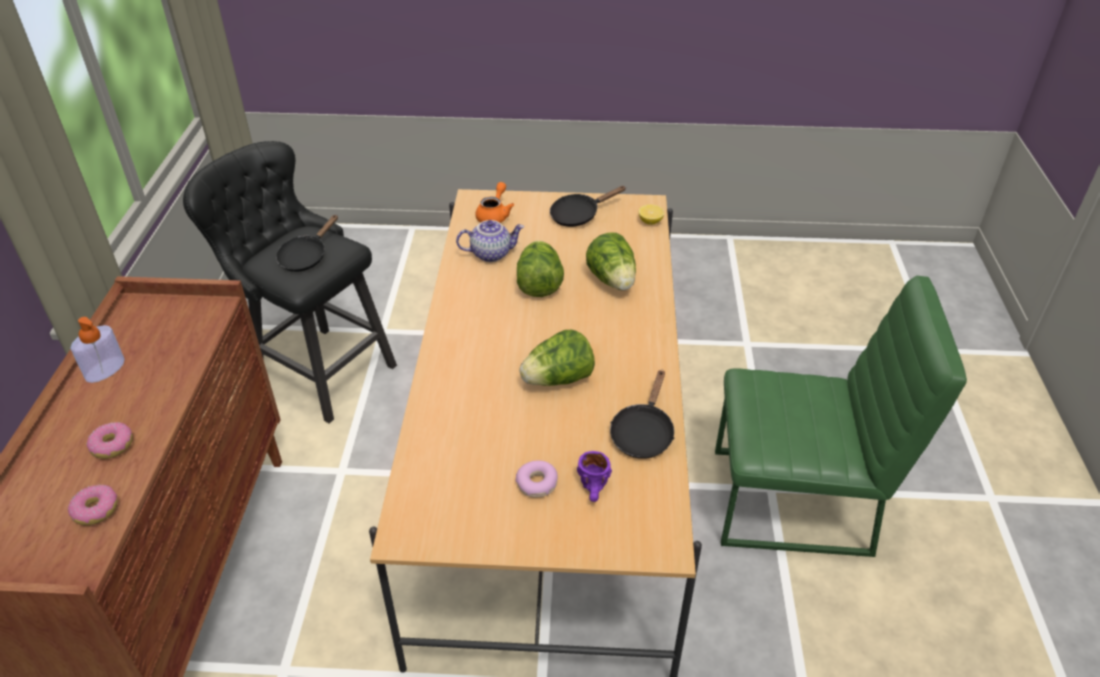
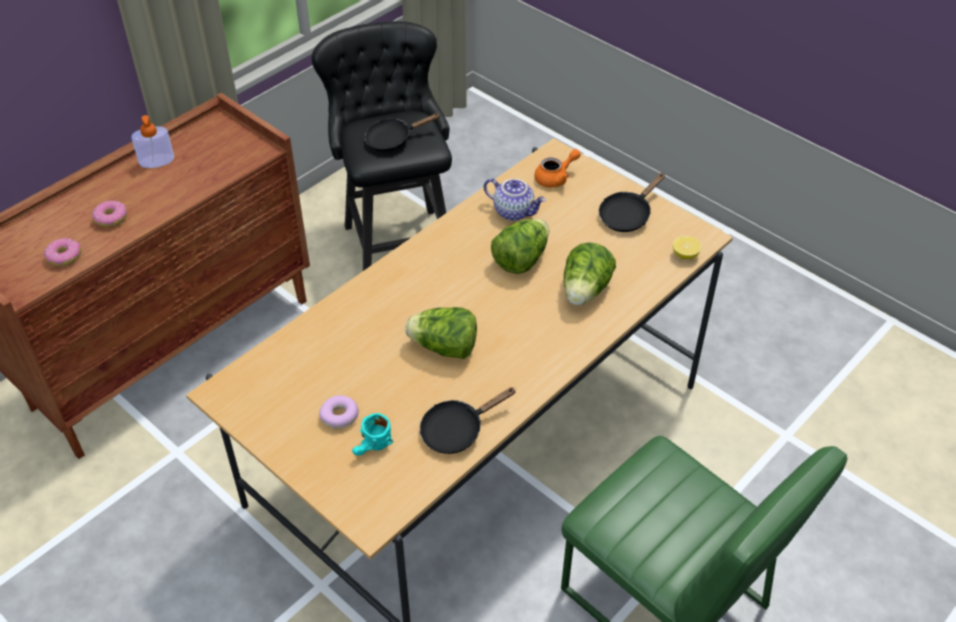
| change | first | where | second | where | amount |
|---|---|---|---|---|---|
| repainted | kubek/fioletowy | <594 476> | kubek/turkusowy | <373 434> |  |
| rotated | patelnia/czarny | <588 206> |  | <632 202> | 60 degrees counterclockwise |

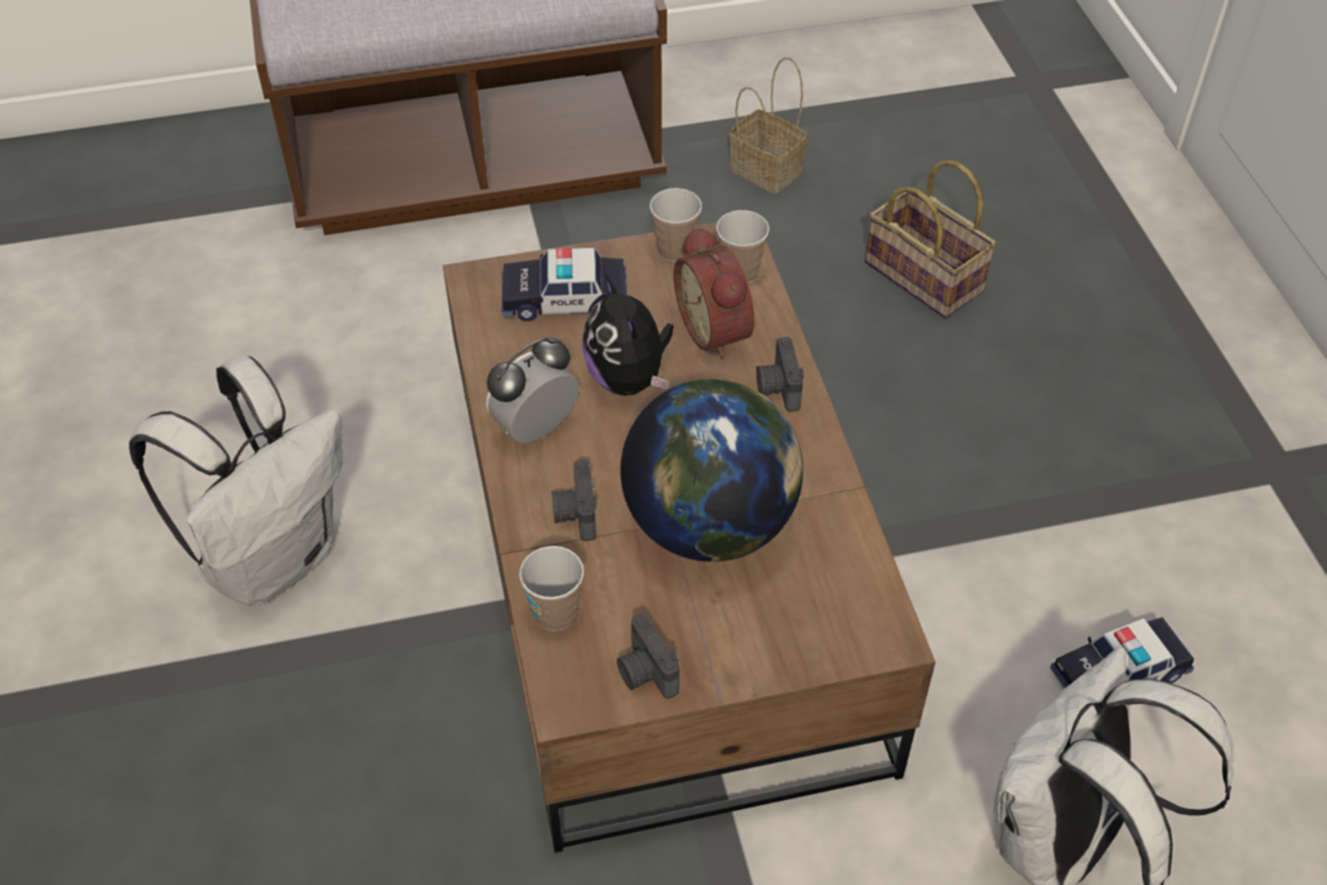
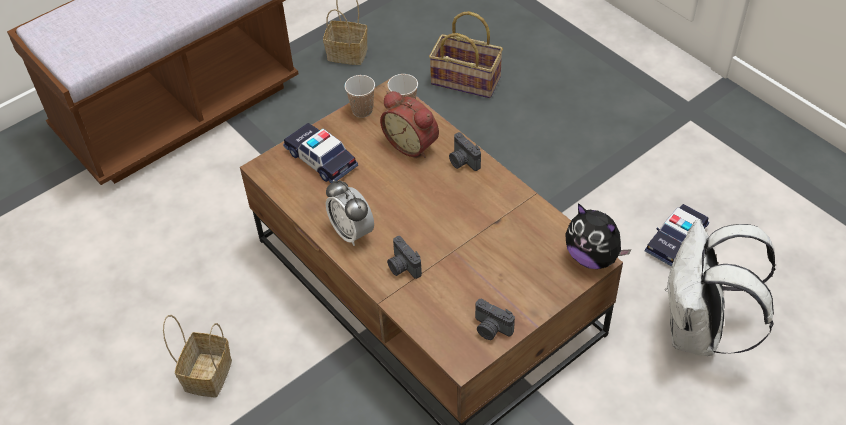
| change | first | where | second | where | amount |
|---|---|---|---|---|---|
| swapped | plecak/biały | <236 481> | koszyk | <197 356> |  |
| rotated | samochodzik | <564 284> |  | <320 153> | 75 degrees clockwise |
| rotated | budzik | <532 390> |  | <350 213> | 60 degrees counterclockwise |
| shifted | pluszak | <628 335> |  | <598 236> |  |
| gone | filiżanka | <551 588> |  |  |  |
| gone | globus | <711 470> |  |  |  |

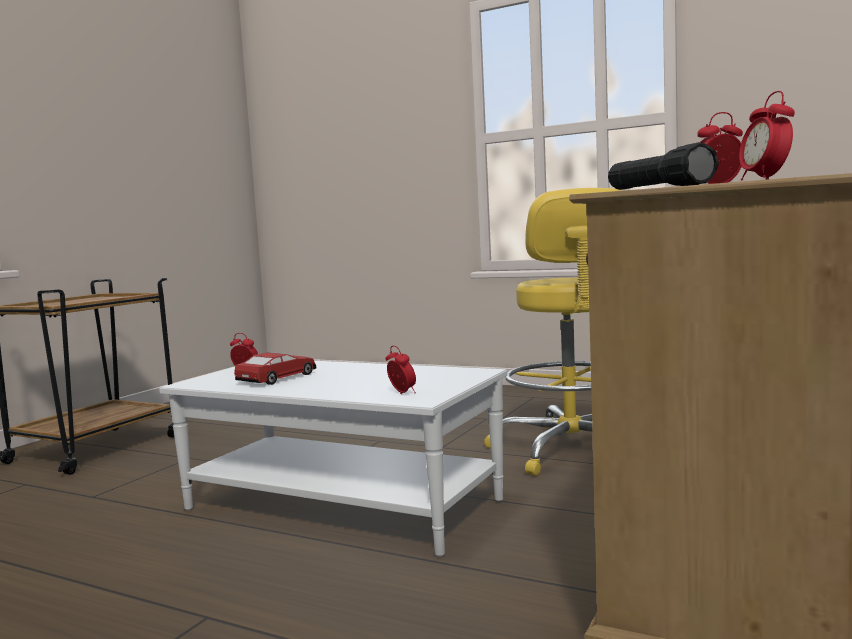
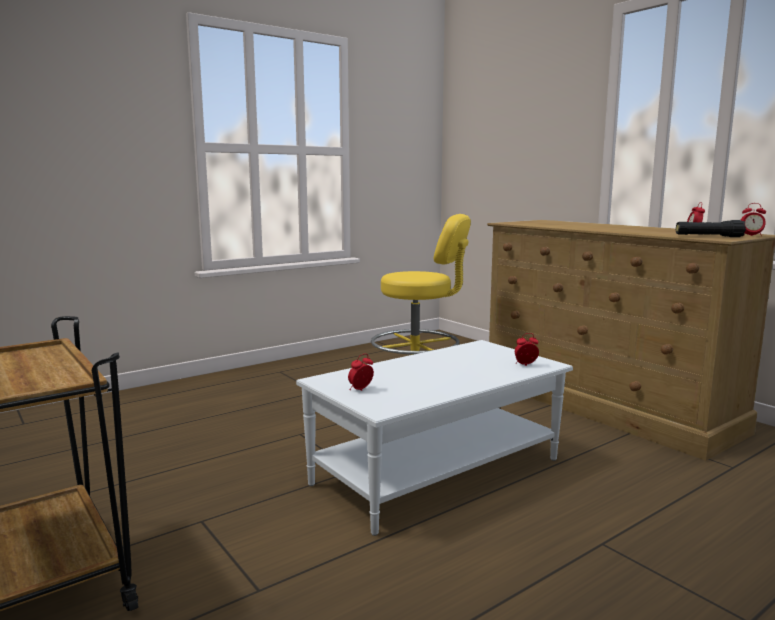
| change | first | where | second | where | amount |
|---|---|---|---|---|---|
| gone | samochodzik | <275 368> |  |  |  |

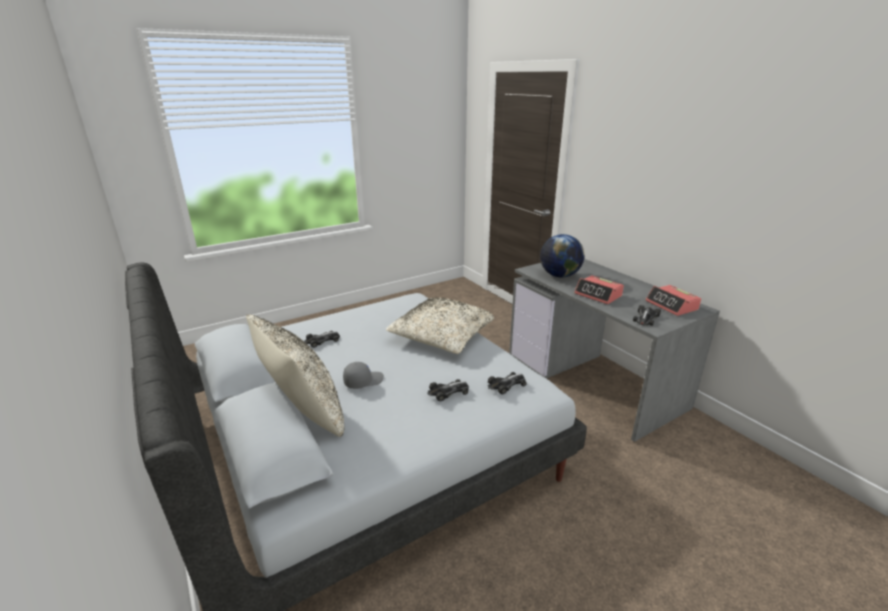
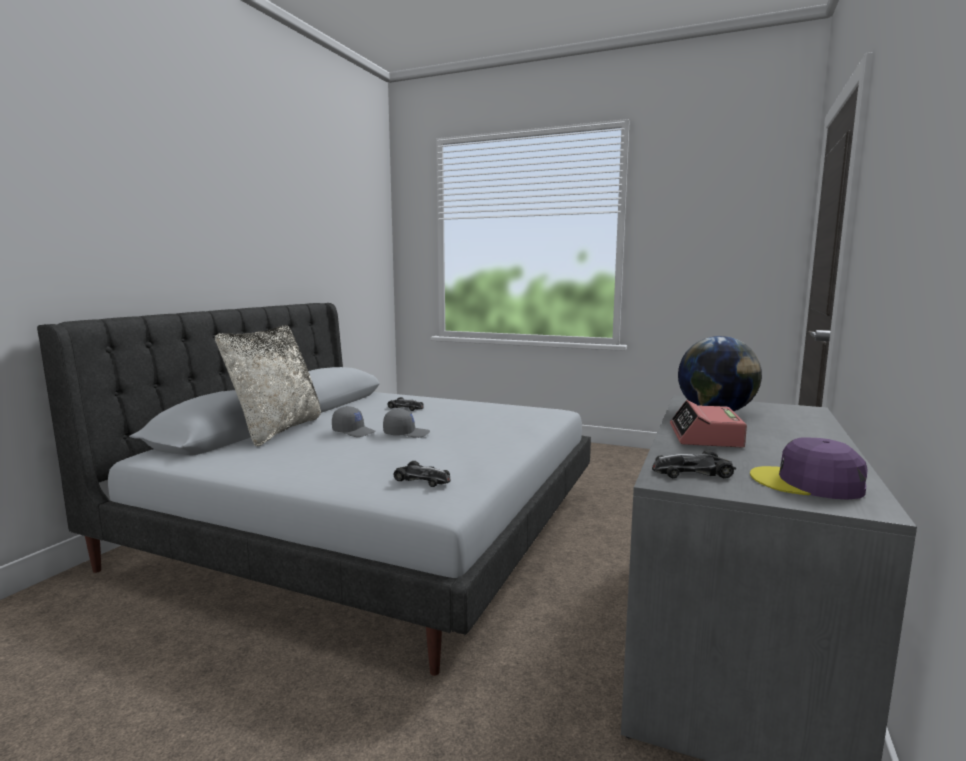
| change | first | where | second | where | amount |
|---|---|---|---|---|---|
| new |  |  | czapka z daszkiem/szary | <406 423> |  |
| swapped | budzik | <673 300> | czapka z daszkiem/fioletowy | <809 469> |  |
| gone | poduszka/beżowy | <440 325> |  |  |  |
| gone | samochodzik | <448 390> |  |  |  |

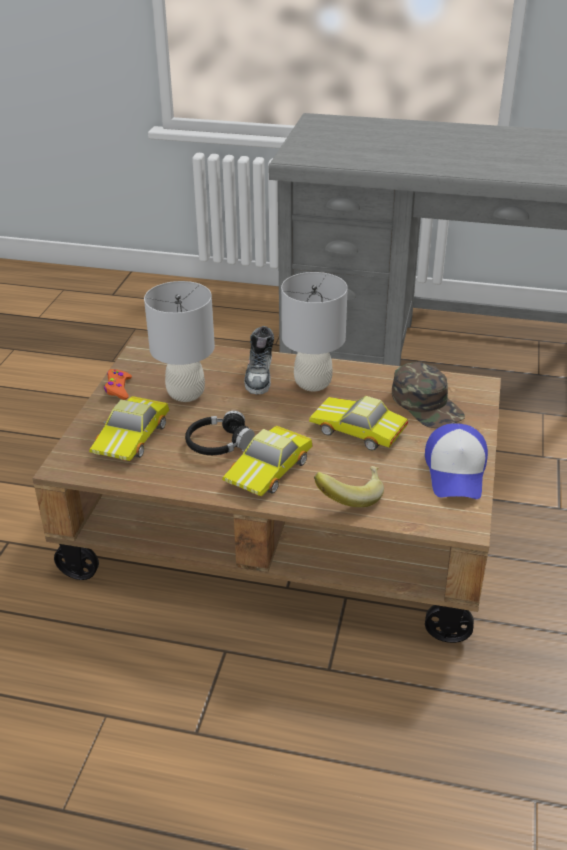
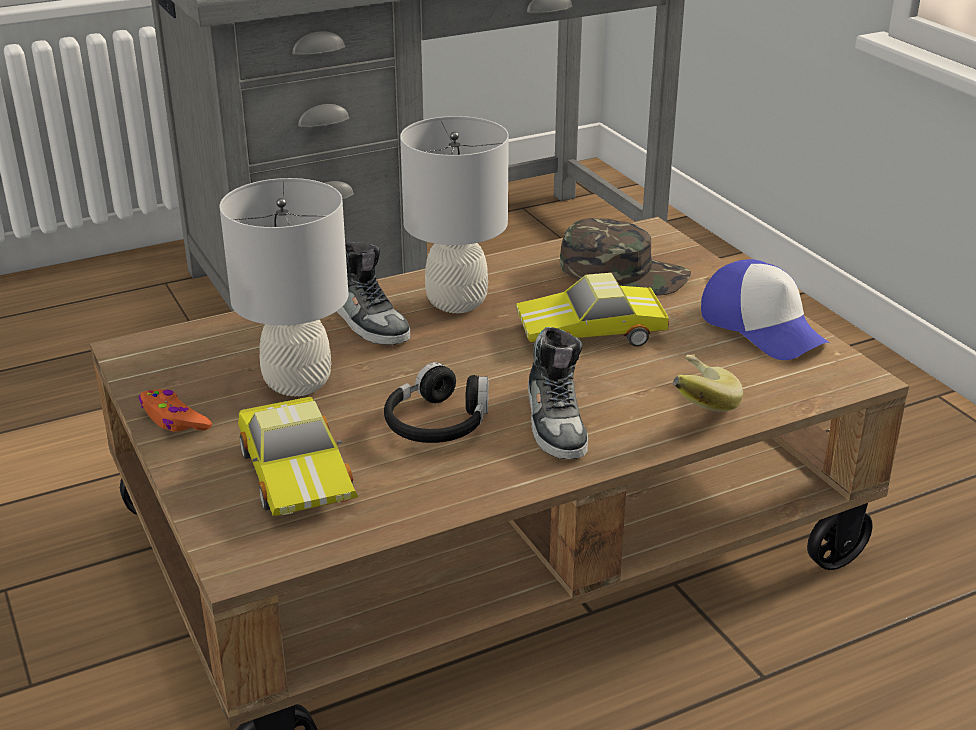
| change | first | where | second | where | amount |
|---|---|---|---|---|---|
| swapped | samochodzik | <267 461> | but | <558 393> |  |

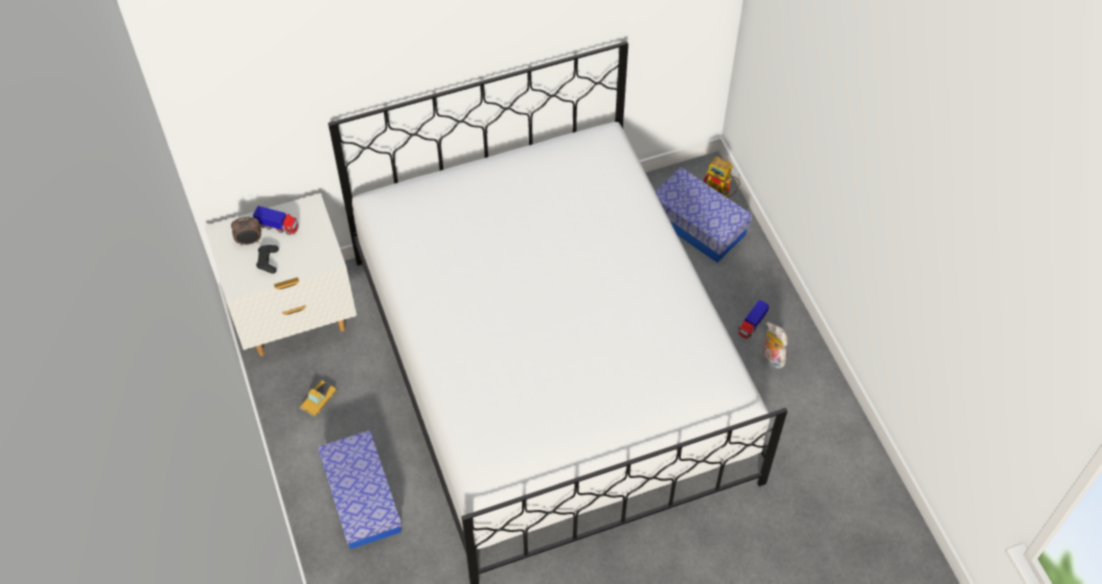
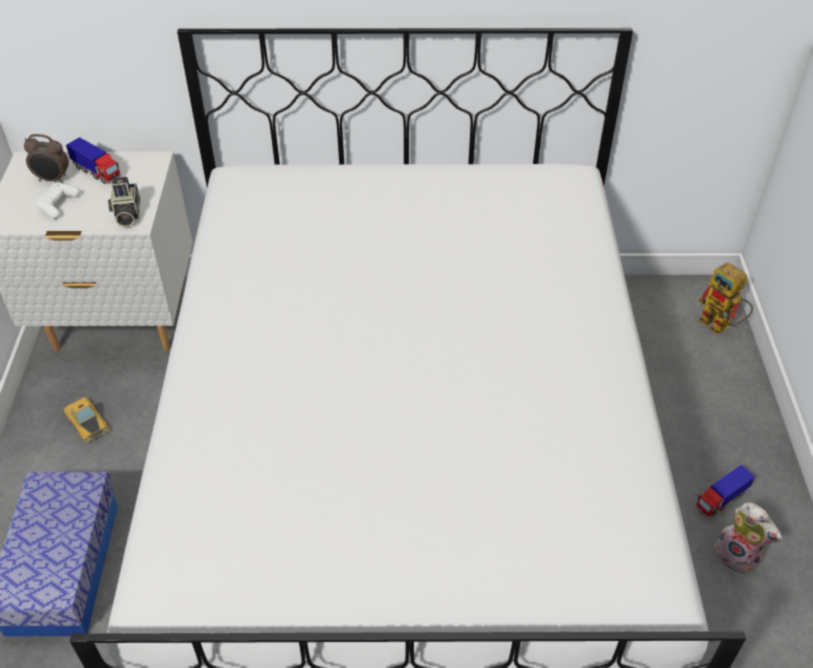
| change | first | where | second | where | amount |
|---|---|---|---|---|---|
| repainted | pad do gier/czarny | <267 259> | pad do gier/biały | <58 201> |  |
| rotated | samochodzik | <318 398> |  | <87 420> | 90 degrees clockwise |
| new |  |  | aparat fotograficzny | <124 202> |  |
| rotated | pluszak | <775 345> |  | <748 538> | 150 degrees clockwise |
| gone | pojemnik do przechowywania | <703 215> |  |  |  |

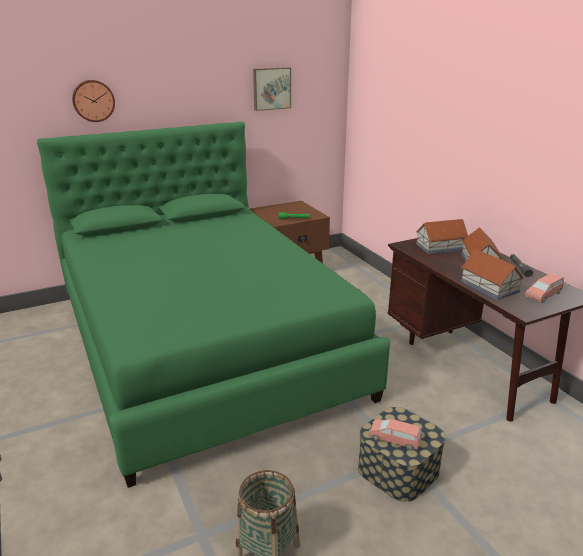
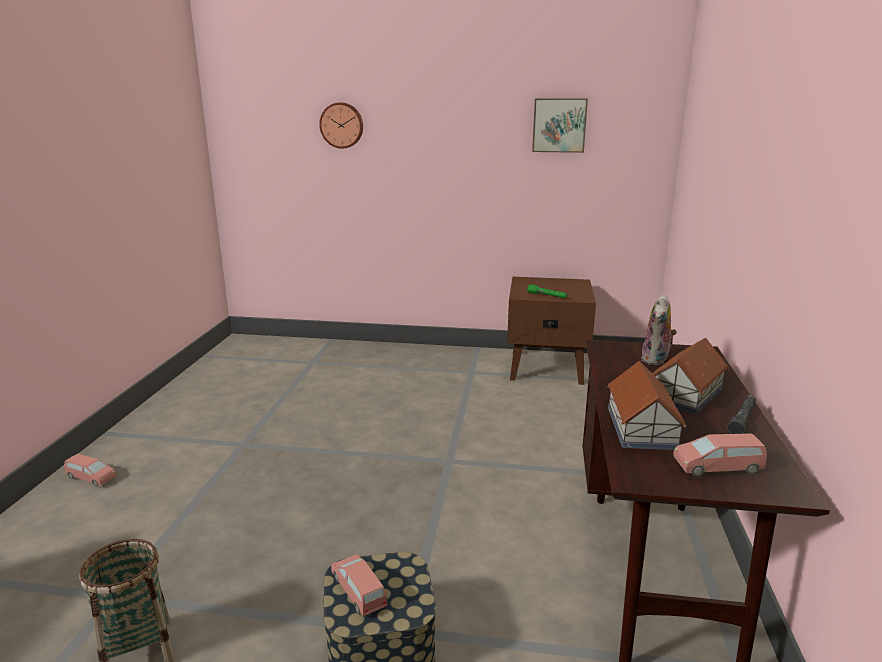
| change | first | where | second | where | amount |
|---|---|---|---|---|---|
| new |  |  | samochodzik/różowy | <90 470> |  |
| swapped | domek | <442 236> | pluszak | <659 329> |  |
| gone | łóżko/zielony | <213 305> |  |  |  |

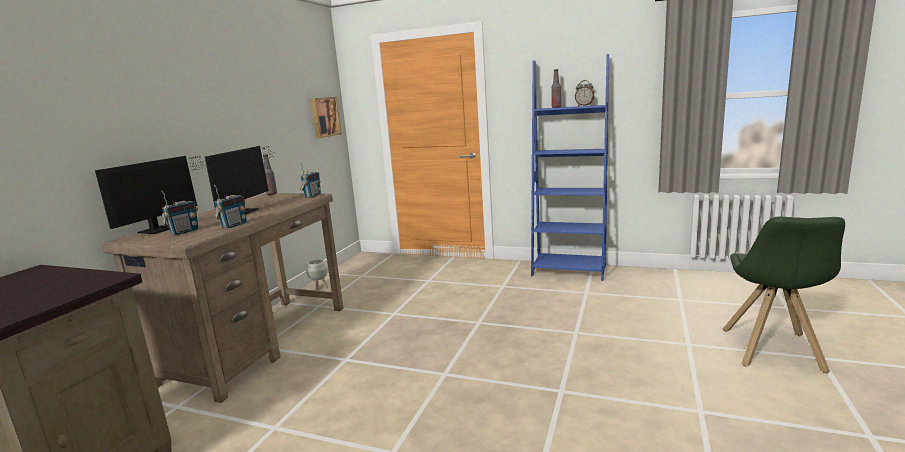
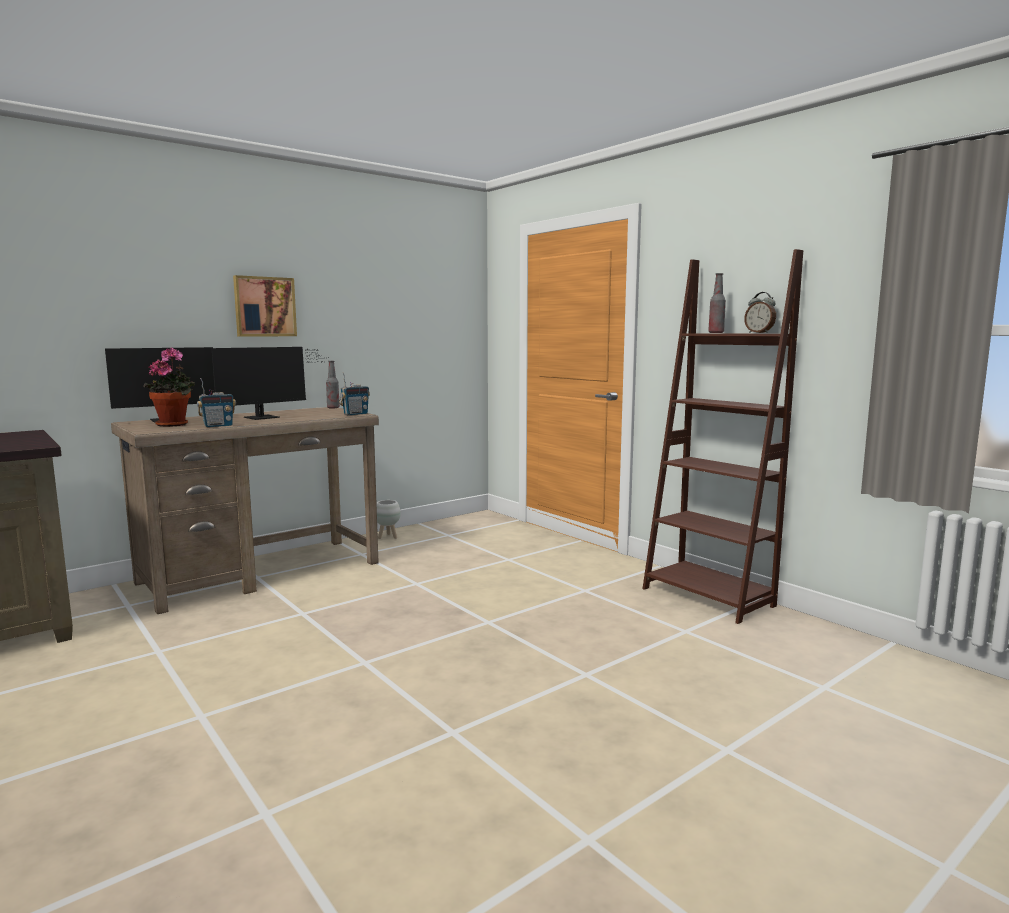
| change | first | where | second | where | amount |
|---|---|---|---|---|---|
| swapped | radio | <179 213> | roślina doniczkowa | <169 387> |  |
| shifted | obraz | <326 117> |  | <265 306> |  |
| repainted | regał/niebieski | <570 167> | regał/brązowy | <722 436> |  |
| gone | krzesło/zielony | <783 295> |  |  |  |

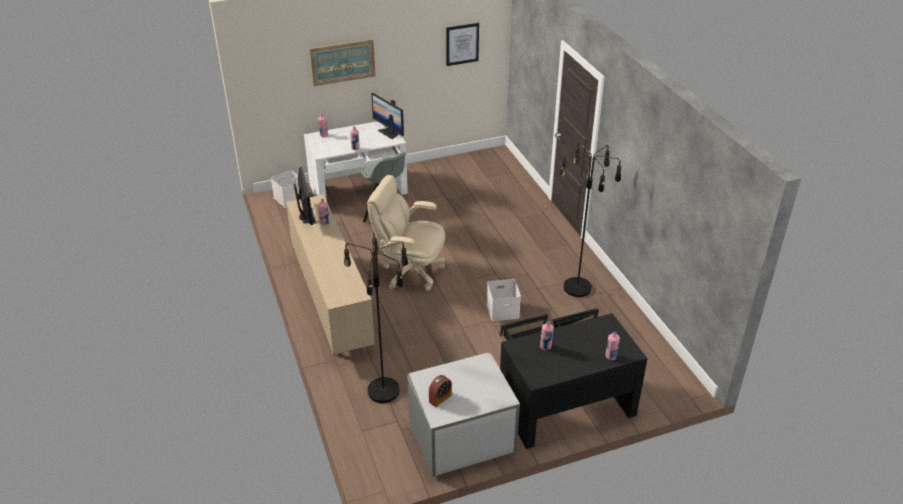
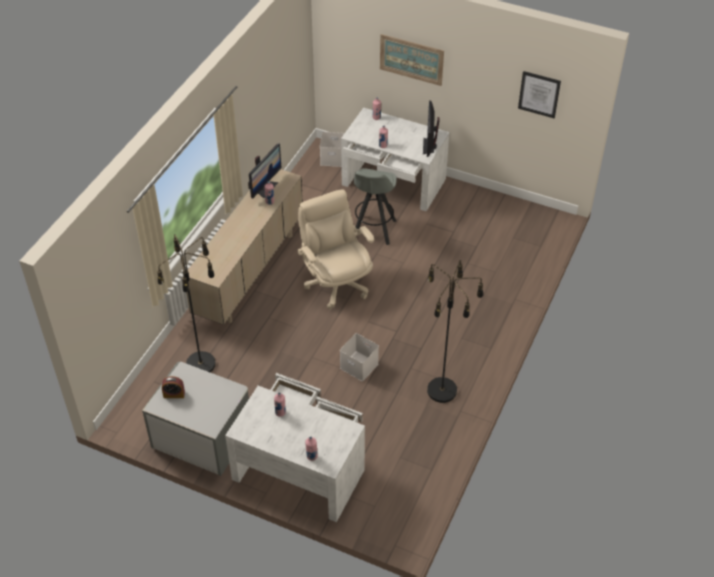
| change | first | where | second | where | amount |
|---|---|---|---|---|---|
| repainted | biurko/czarny | <574 378> | biurko/biały | <295 447> |  |

